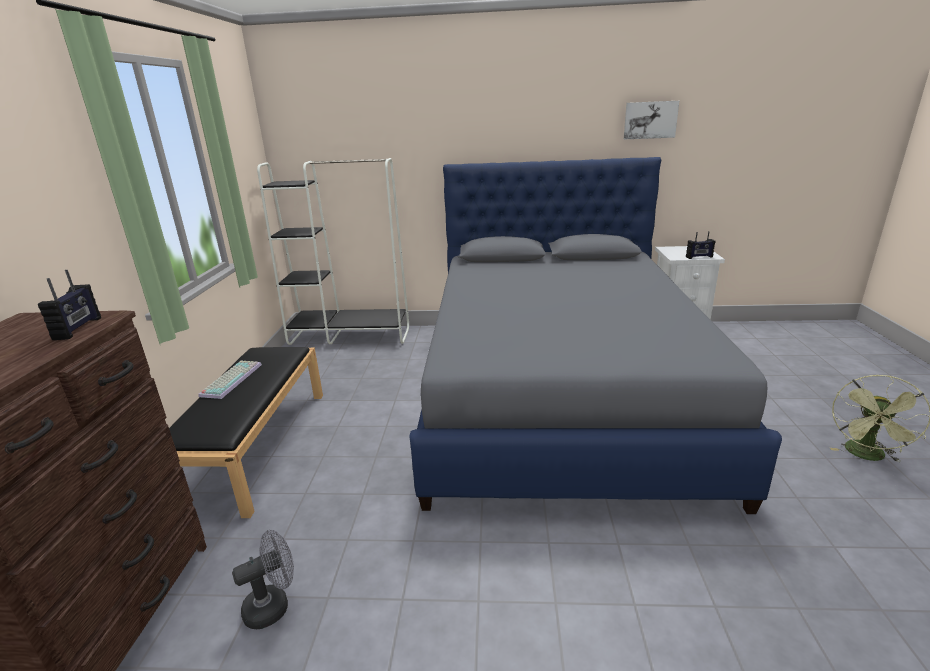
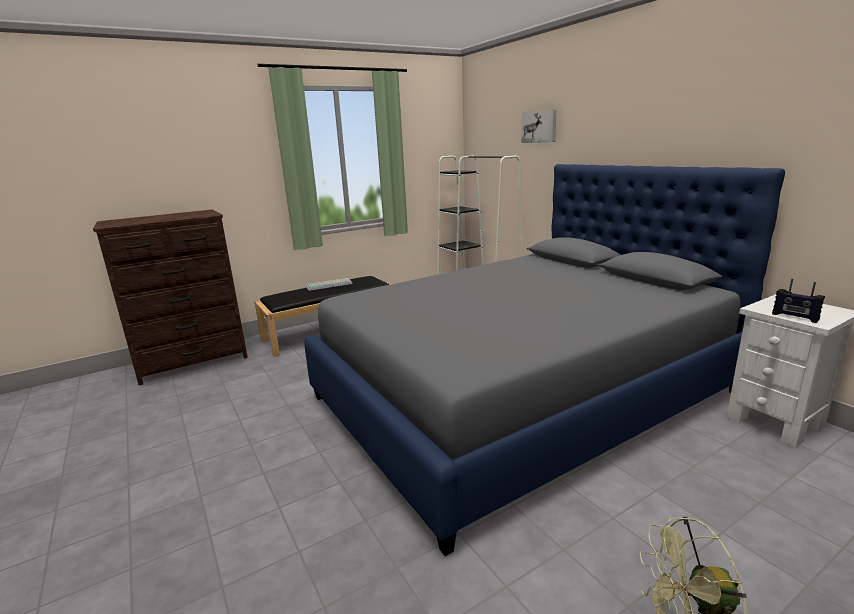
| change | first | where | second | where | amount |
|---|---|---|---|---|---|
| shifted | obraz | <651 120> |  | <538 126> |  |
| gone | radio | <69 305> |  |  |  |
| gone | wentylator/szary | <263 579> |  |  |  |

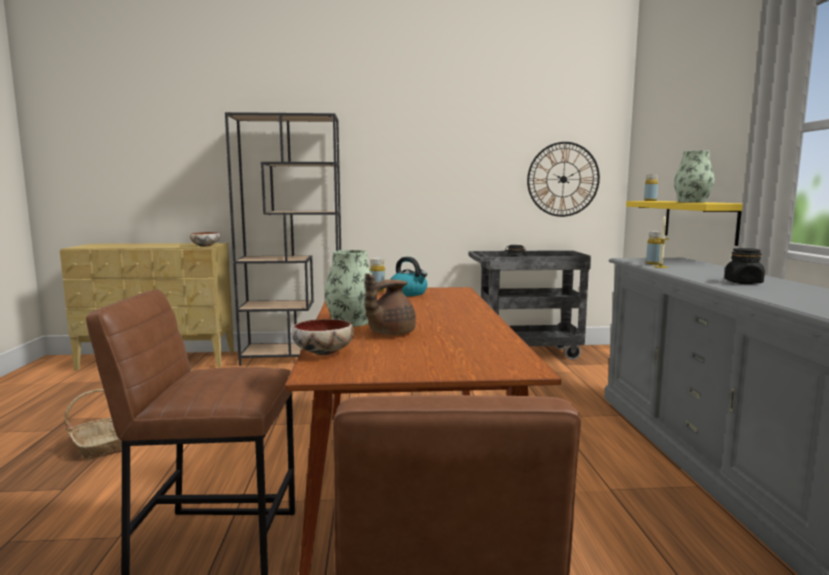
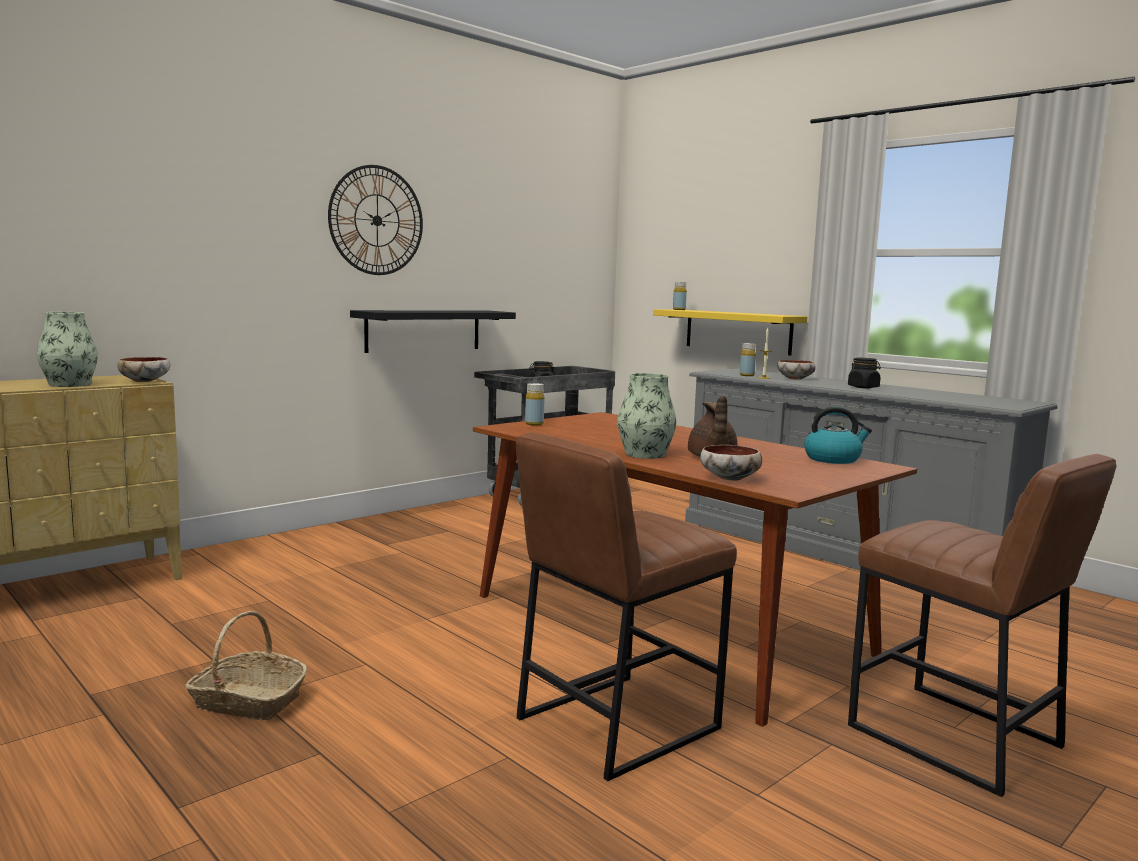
| change | first | where | second | where | amount |
|---|---|---|---|---|---|
| shifted | wazon | <694 176> |  | <67 349> |  |
| shifted | zegar ścienny | <563 179> |  | <375 220> |  |
| new |  |  | półka/czarny | <433 331> |  |
| new |  |  | miska | <796 370> |  |
| shifted | czajnik | <409 276> |  | <838 435> |  |
| gone | regał | <283 239> |  |  |  |

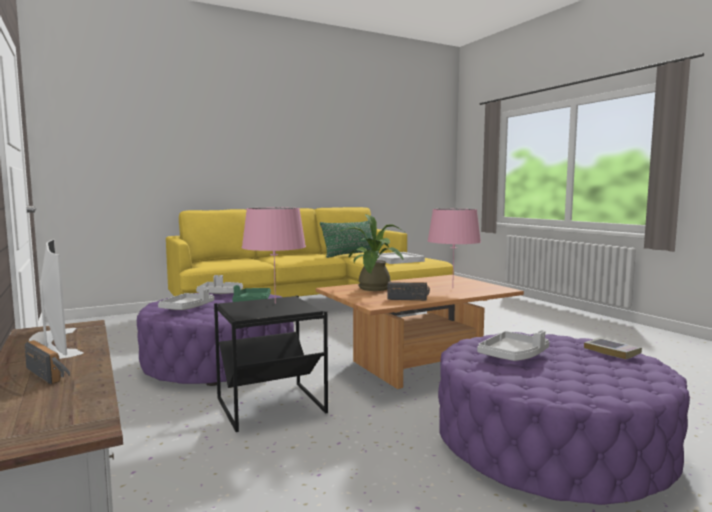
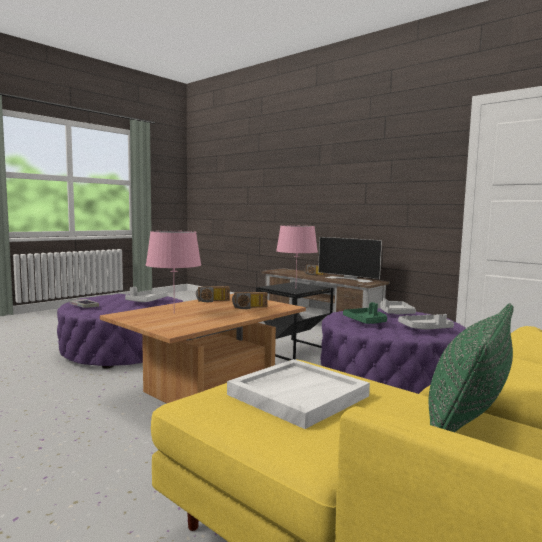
| change | first | where | second | where | amount |
|---|---|---|---|---|---|
| swapped | roślina doniczkowa | <373 252> | radio | <250 300> |  |

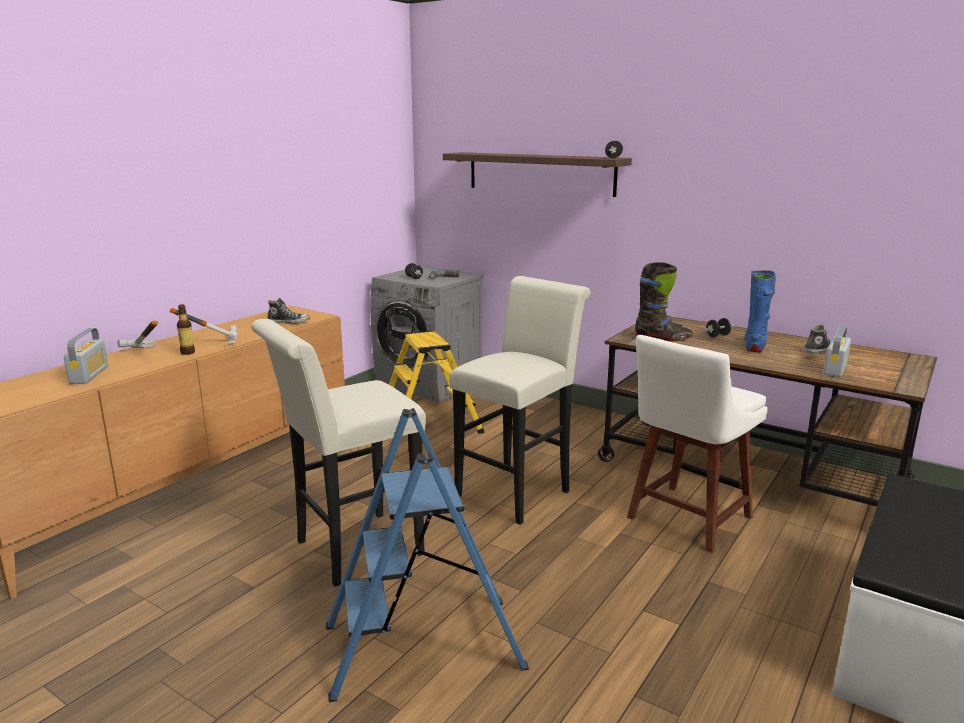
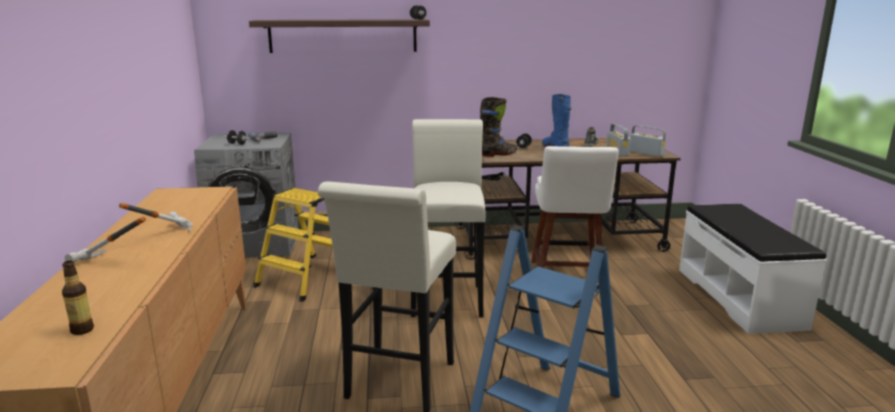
| change | first | where | second | where | amount |
|---|---|---|---|---|---|
| shifted | butelka | <186 329> |  | <78 297> |  |
| shifted | radio | <86 356> |  | <648 141> |  |
| gone | but | <288 311> |  |  |  |

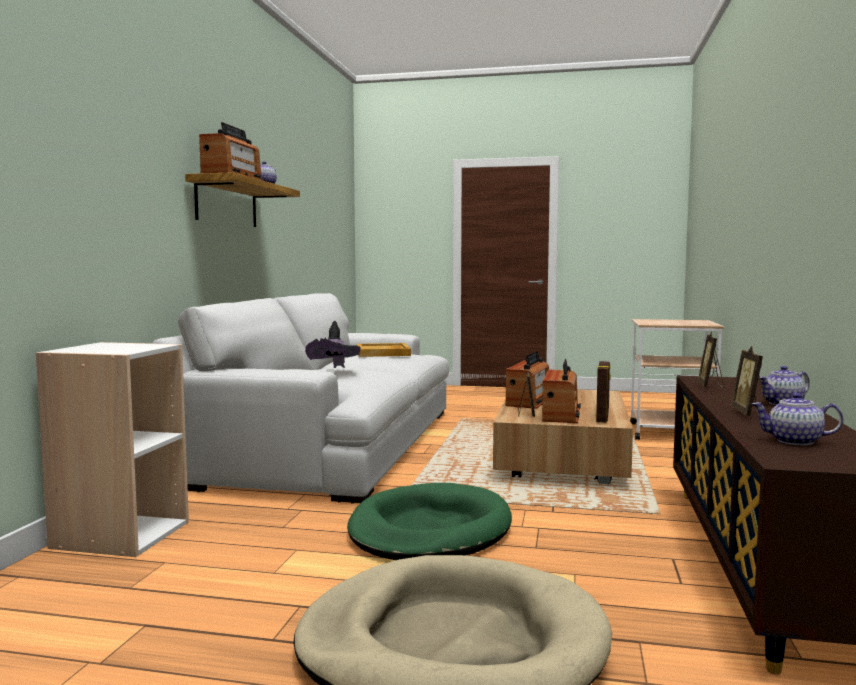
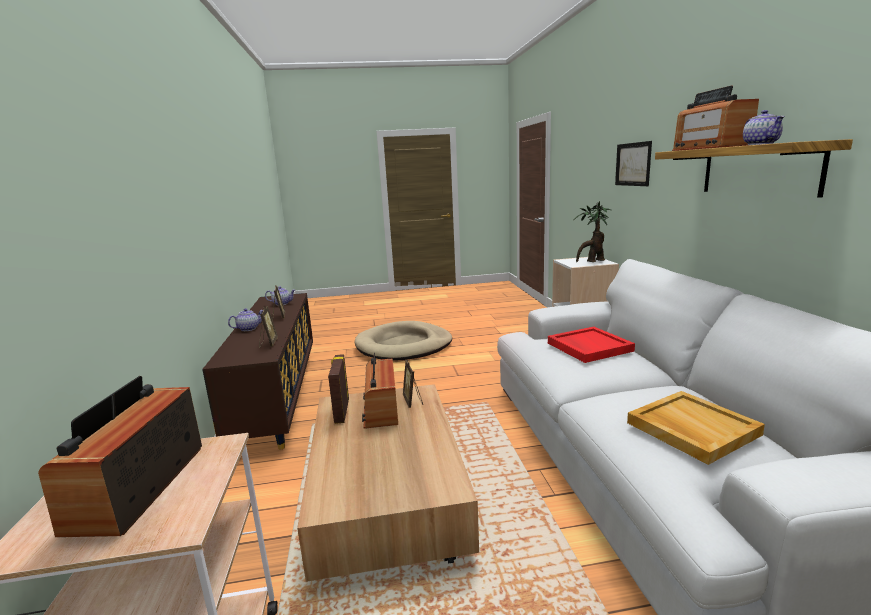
| change | first | where | second | where | amount |
|---|---|---|---|---|---|
| shifted | radio | <527 380> |  | <120 456> |  |
| swapped | kapelusz/czarny | <333 344> | taca/czerwony | <591 345> |  |
| new |  |  | roślina doniczkowa | <592 231> |  |
| new |  |  | obraz | <633 163> |  |
| gone | legowisko/zielony | <429 521> |  |  |  |

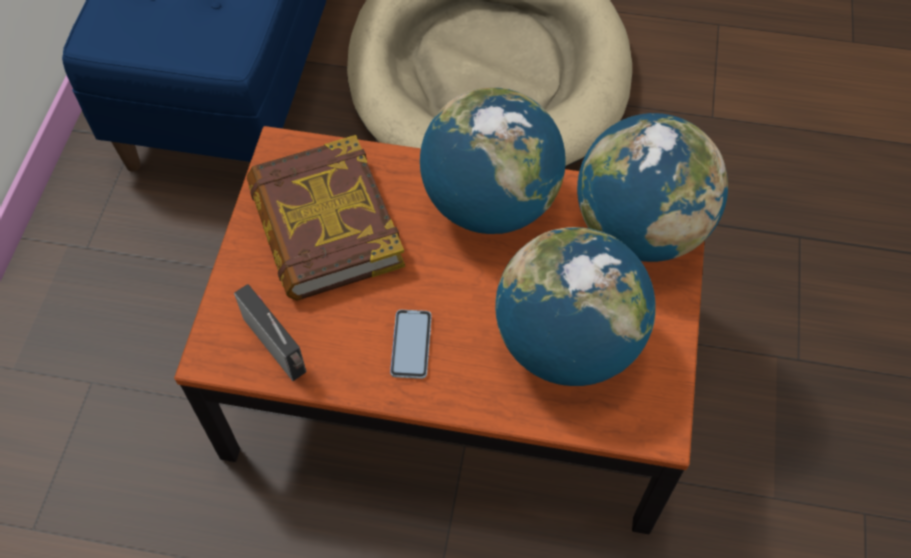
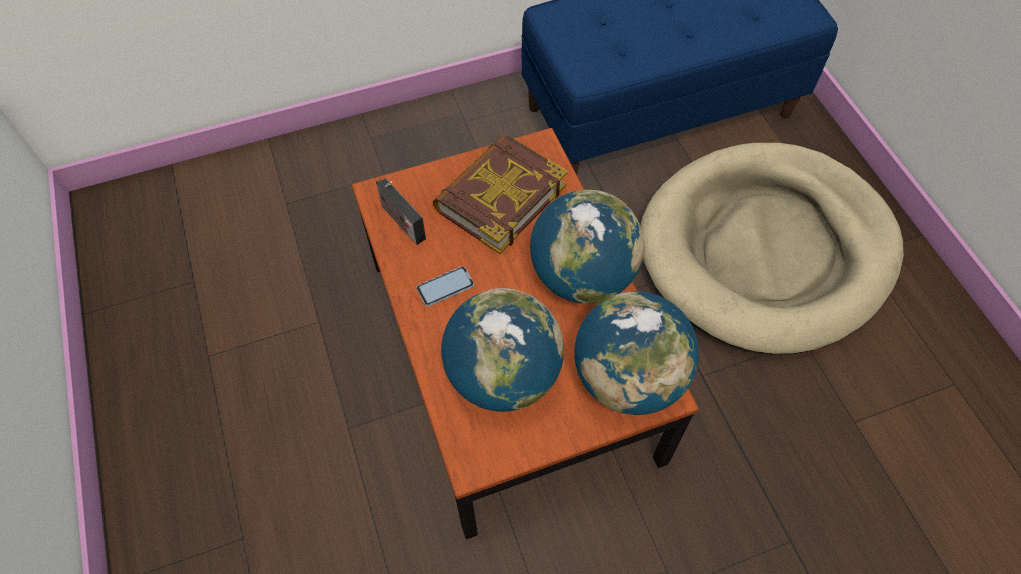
| change | first | where | second | where | amount |
|---|---|---|---|---|---|
| rotated | radio | <270 332> |  | <401 211> | 120 degrees clockwise |

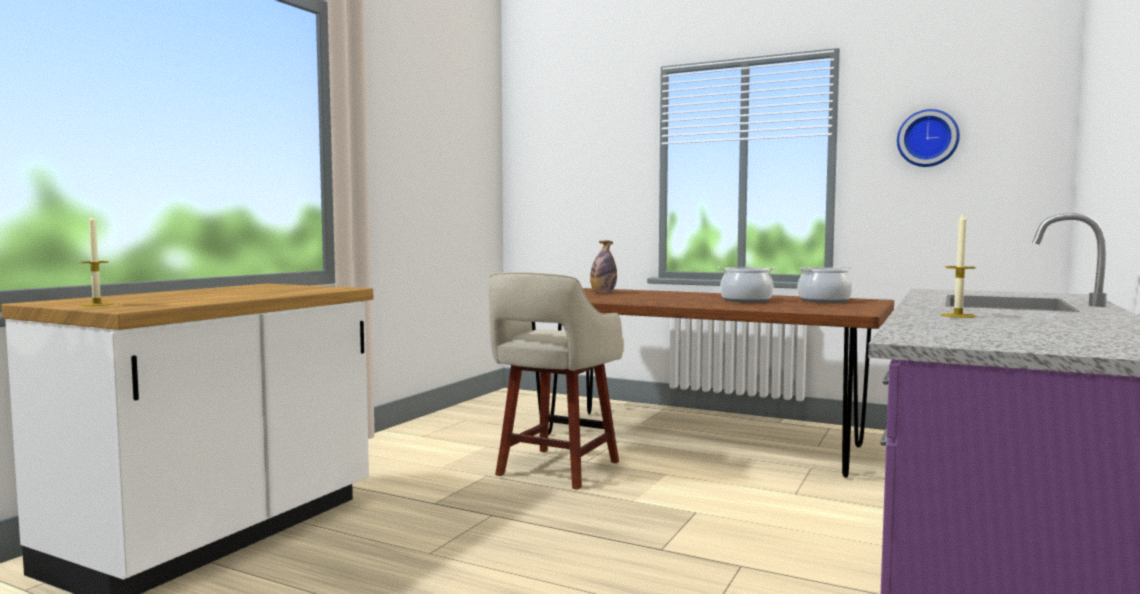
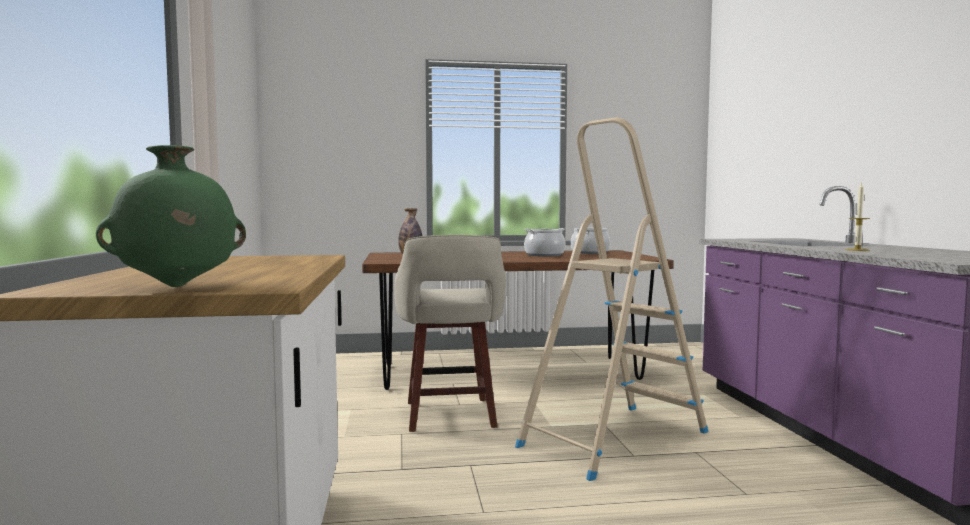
| change | first | where | second | where | amount |
|---|---|---|---|---|---|
| swapped | świeca | <96 260> | wazon/zielony | <171 216> |  |
| new |  |  | drabinka/beżowy | <611 299> |  |
| gone | zegar ścienny | <928 138> |  |  |  |

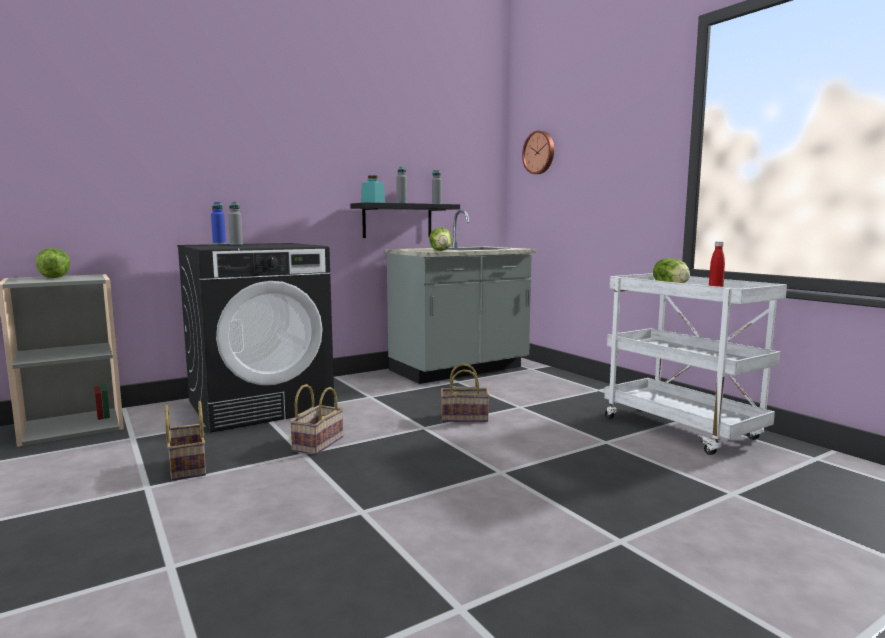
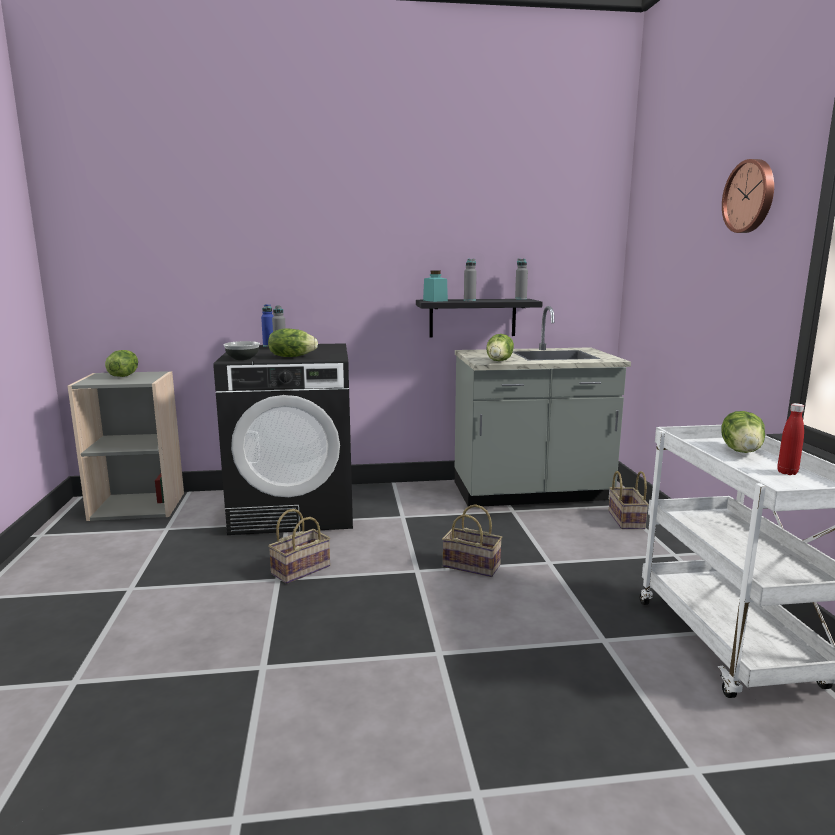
| change | first | where | second | where | amount |
|---|---|---|---|---|---|
| new |  |  | miska | <241 350> |  |
| new |  |  | sałata | <293 342> |  |
| shifted | koszyk | <185 441> |  | <629 500> |  |
| shifted | zegar ścienny | <538 152> |  | <748 196> |  |

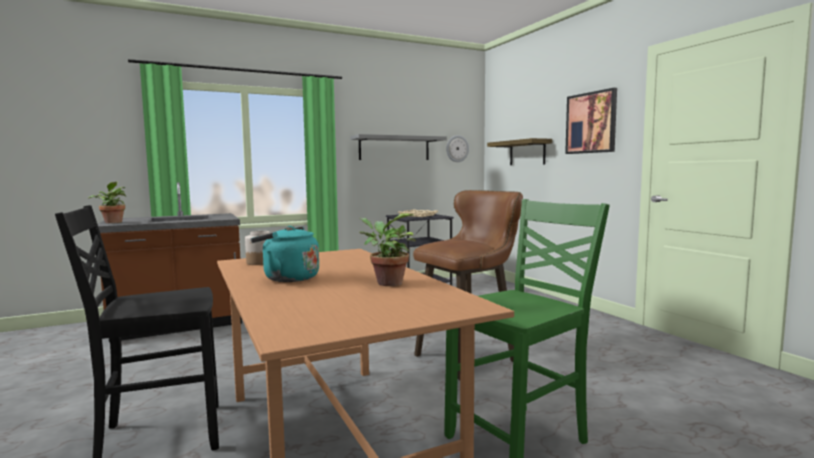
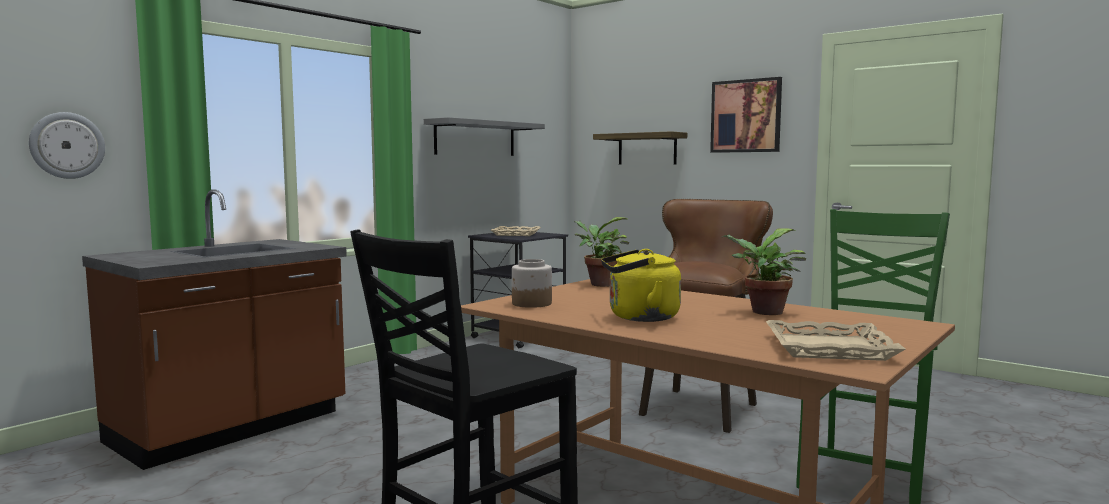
| change | first | where | second | where | amount |
|---|---|---|---|---|---|
| shifted | zegar ścienny | <457 148> |  | <67 145> |  |
| shifted | roślina doniczkowa | <107 202> |  | <602 252> |  |
| repainted | czajnik/turkusowy | <285 254> | czajnik/żółty | <641 285> |  |
| new |  |  | taca/beżowy | <835 340> |  |

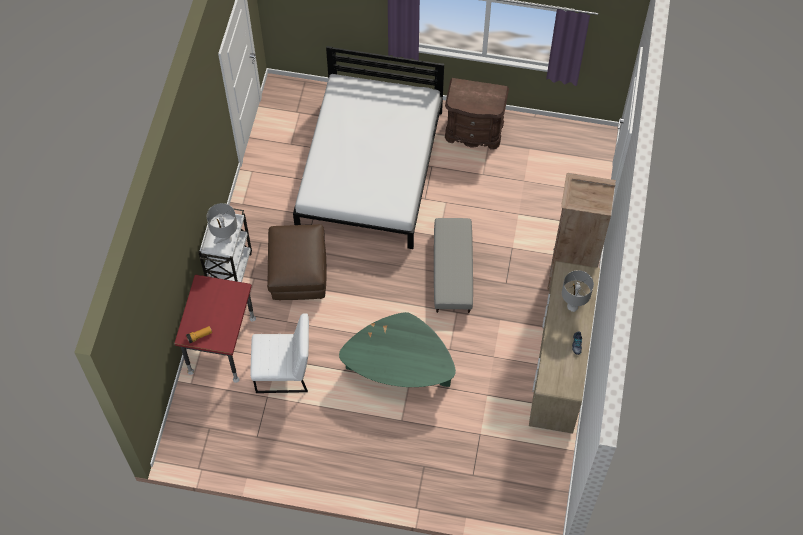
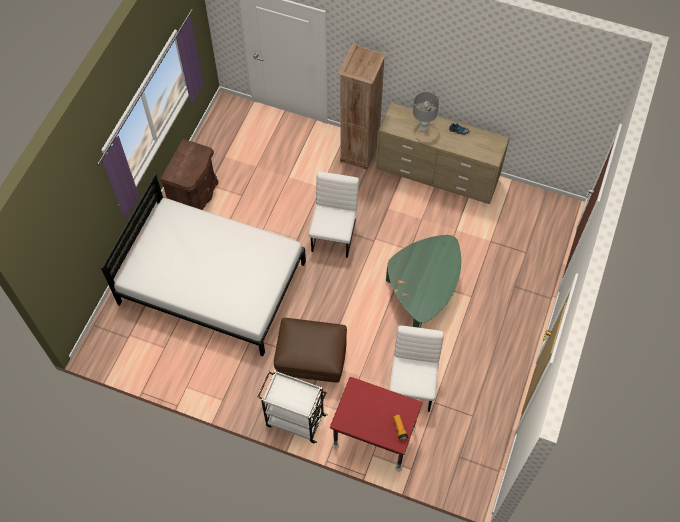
| change | first | where | second | where | amount |
|---|---|---|---|---|---|
| swapped | pufa/szary | <453 265> | krzesło/biały | <333 215> |  |
| gone | lampa stołowa/szary | <222 223> |  |  |  |

